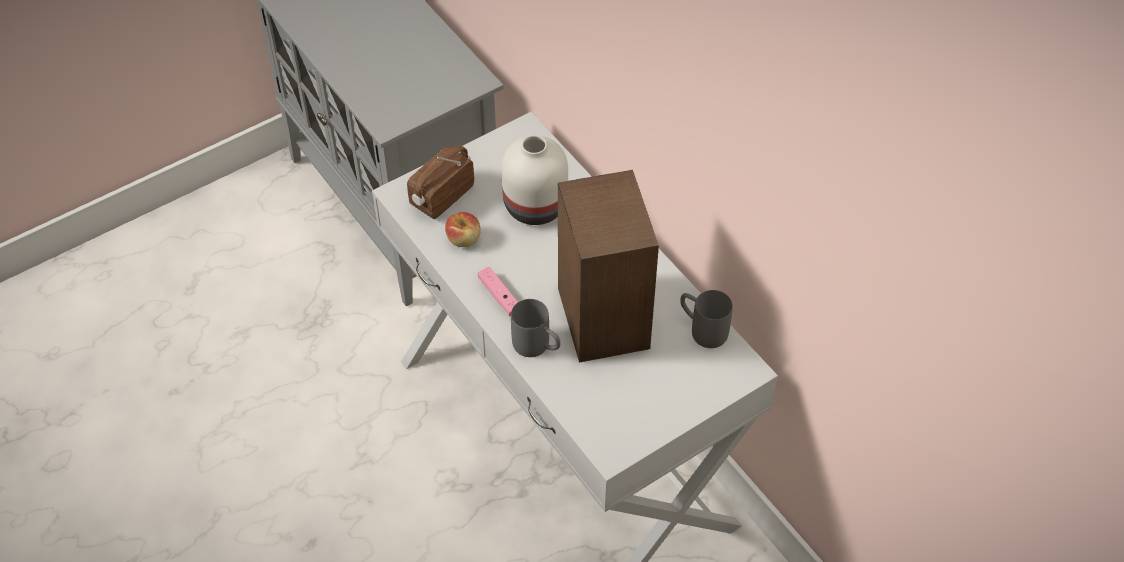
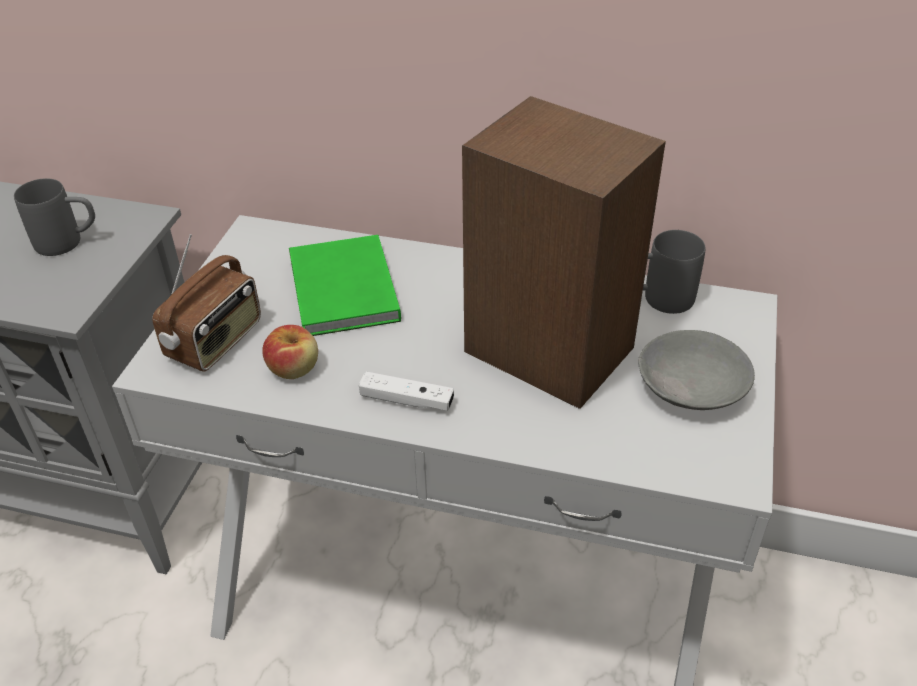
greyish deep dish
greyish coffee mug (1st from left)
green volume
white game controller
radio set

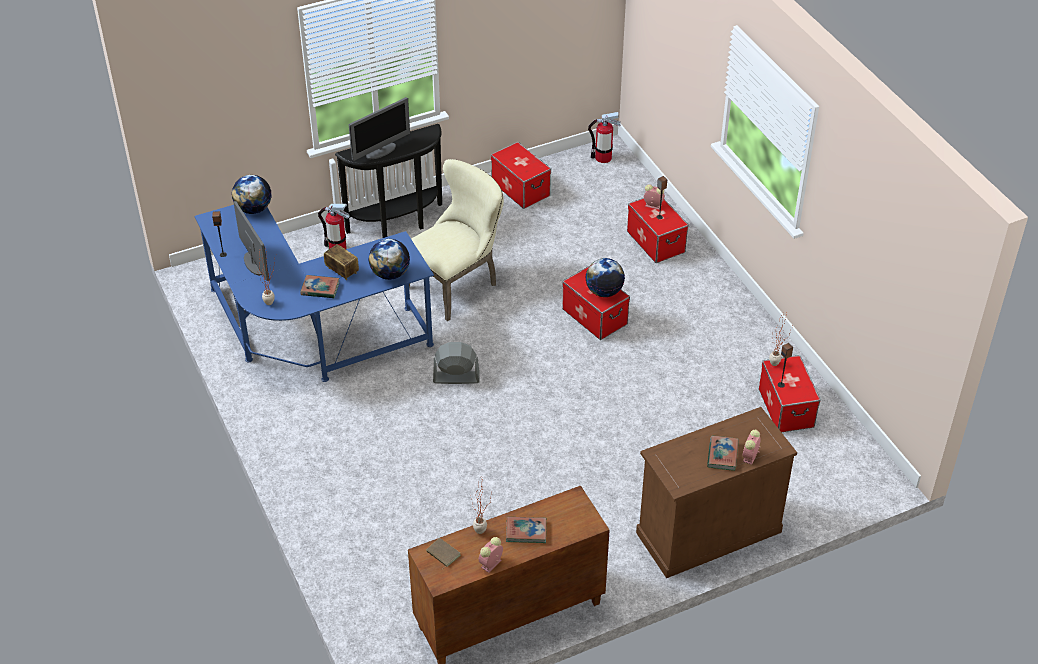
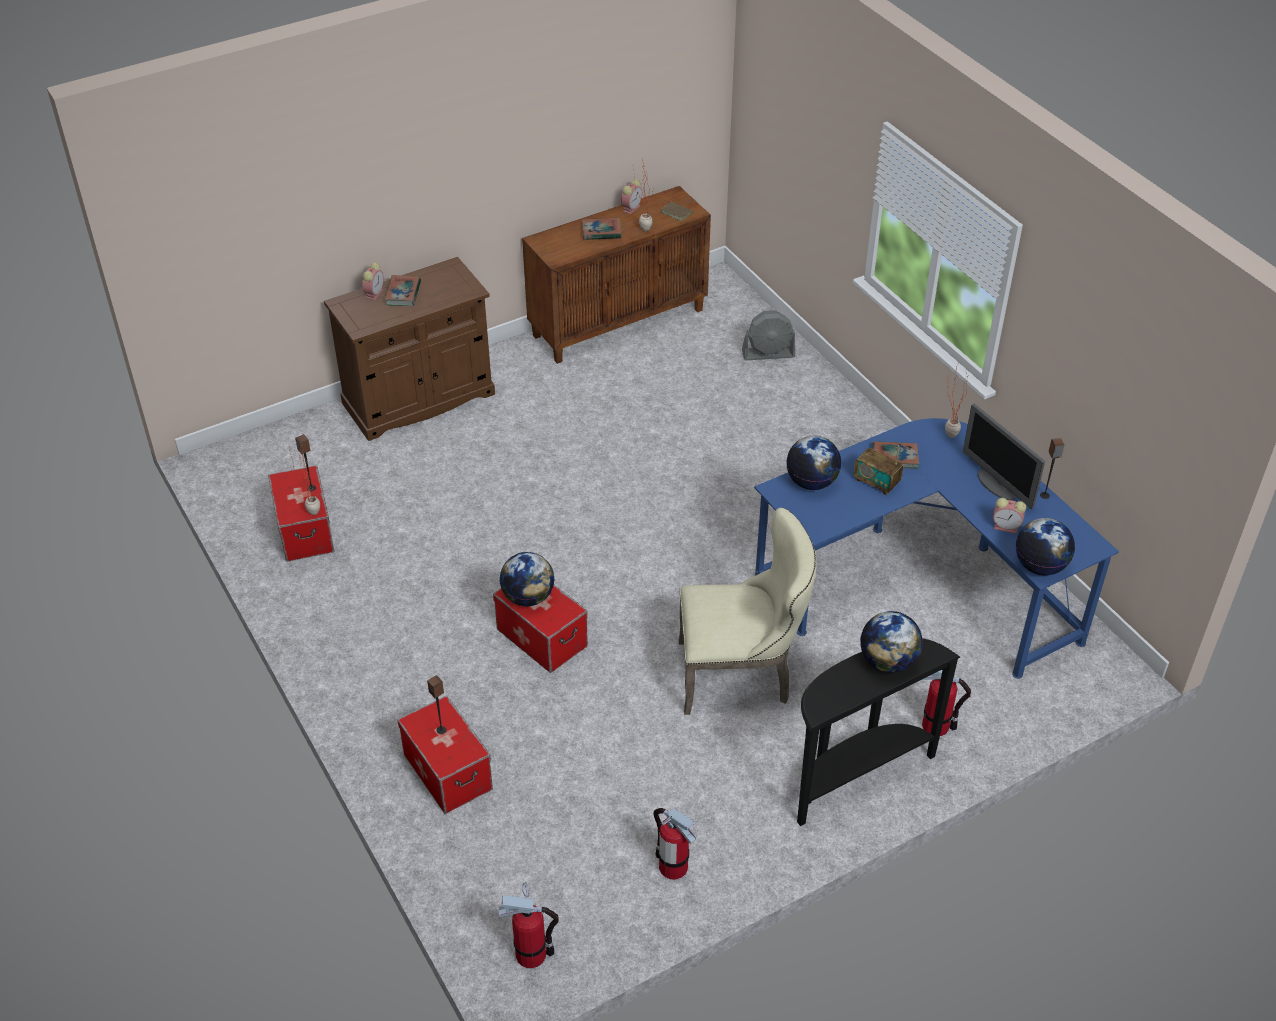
greyish cooling fan
table clock (3rd from left)
world globe (3rd from left)
extinguisher (2nd from left)
beige-coloured chair

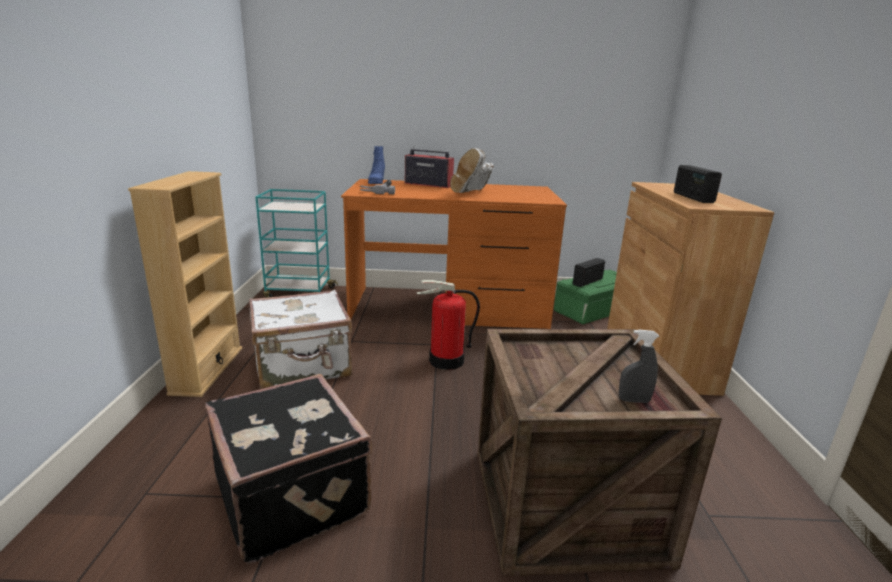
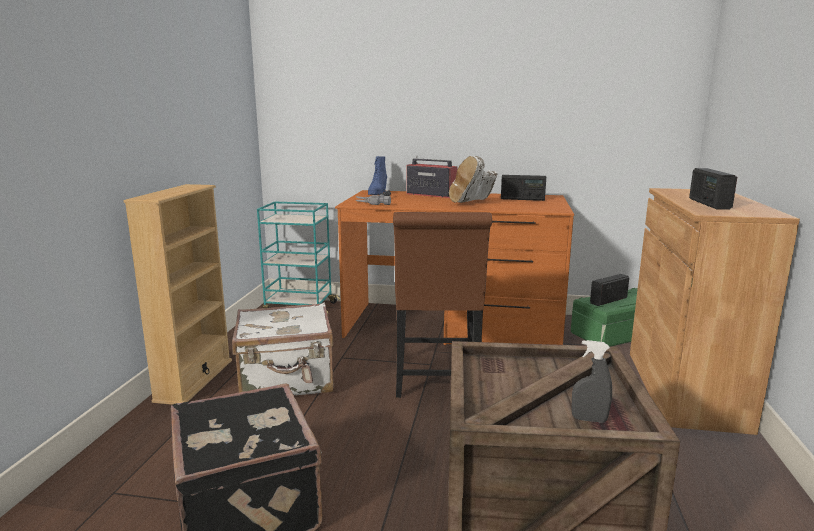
radio set (2nd from left)
brown chair

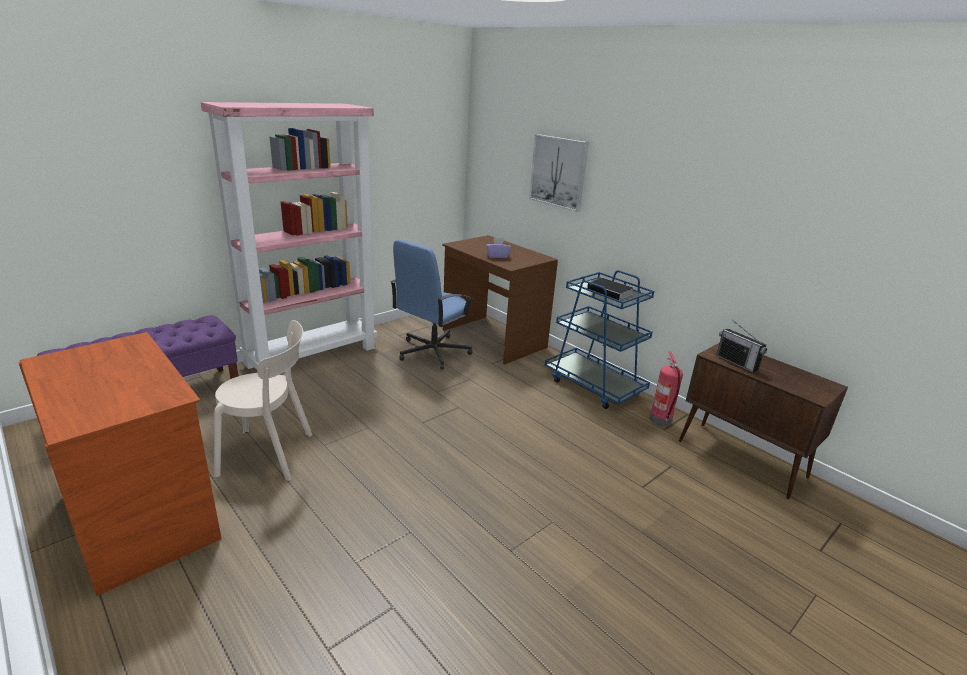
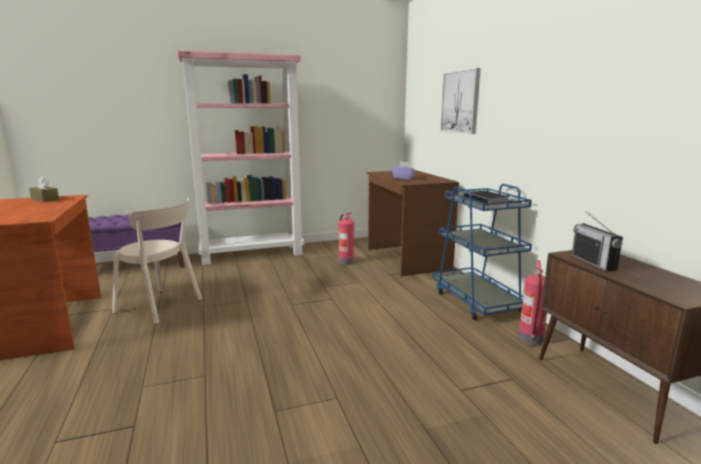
brown tissue holder
extinguisher (1st from left)

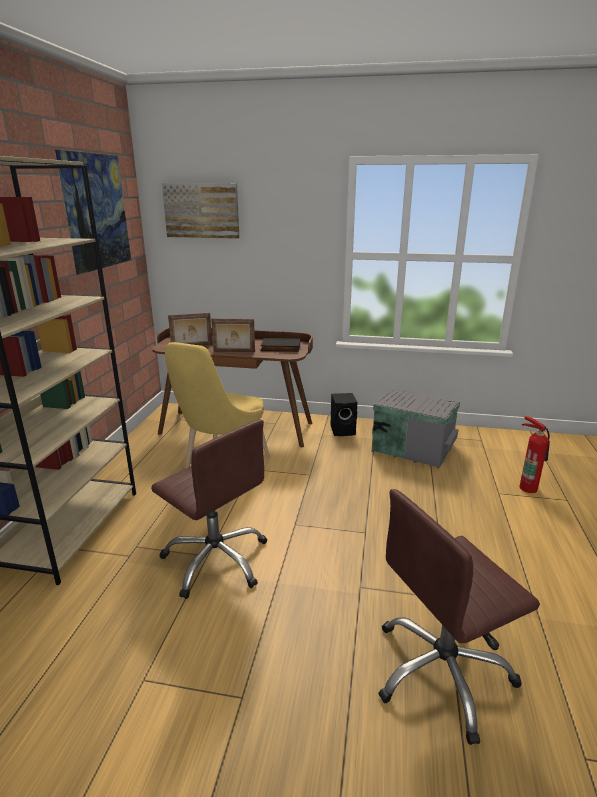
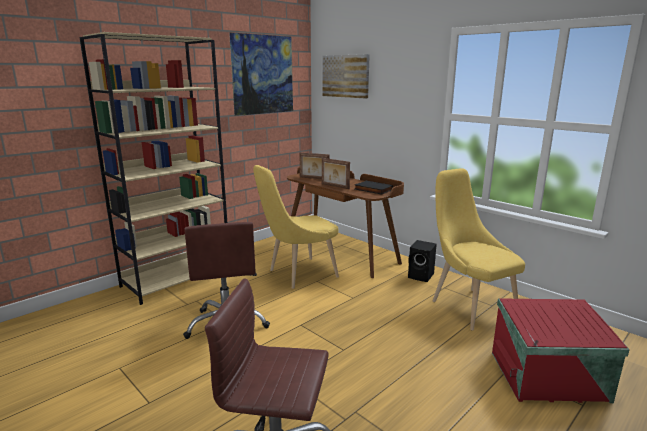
yellow-coloured chair (2nd from left)
reddish storage box

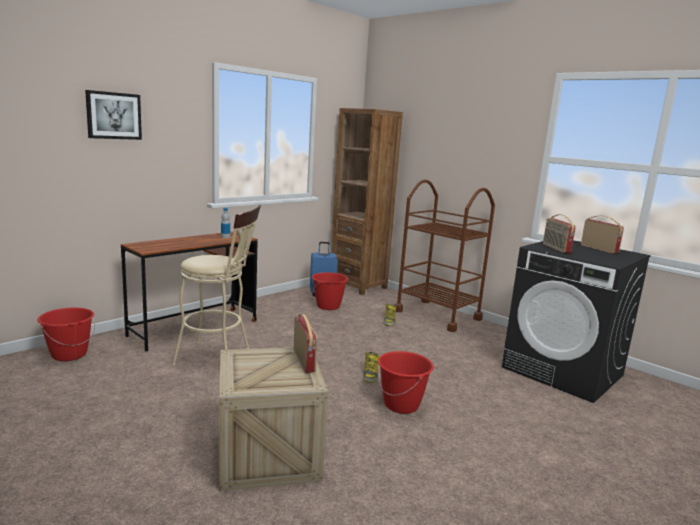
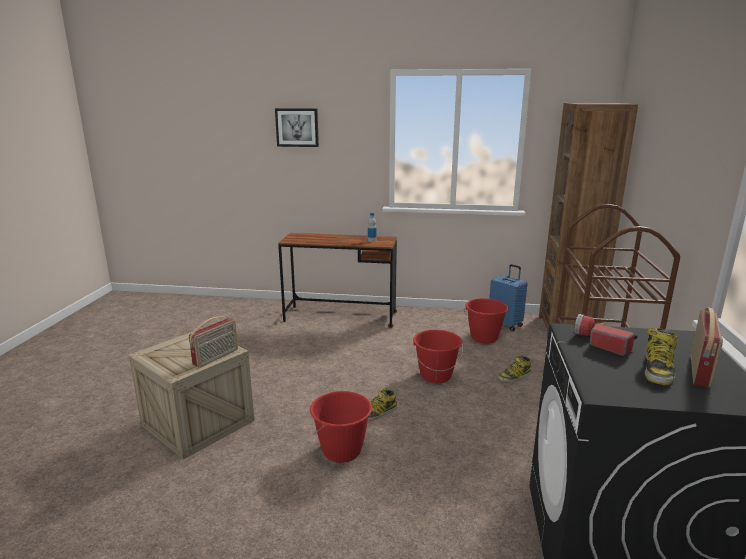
beige-coloured stool
high-top boot (3rd from left)
reddish water bucket (2nd from left)
hand torch

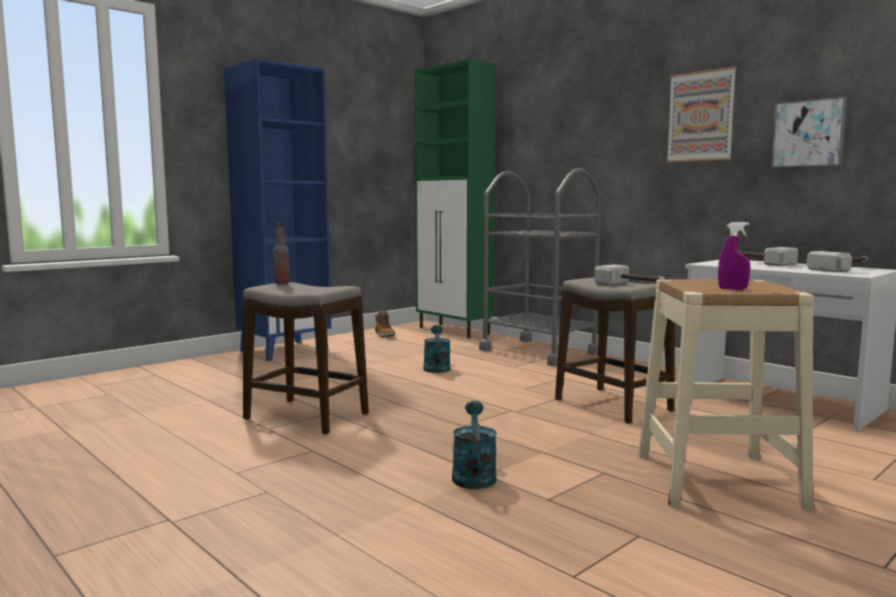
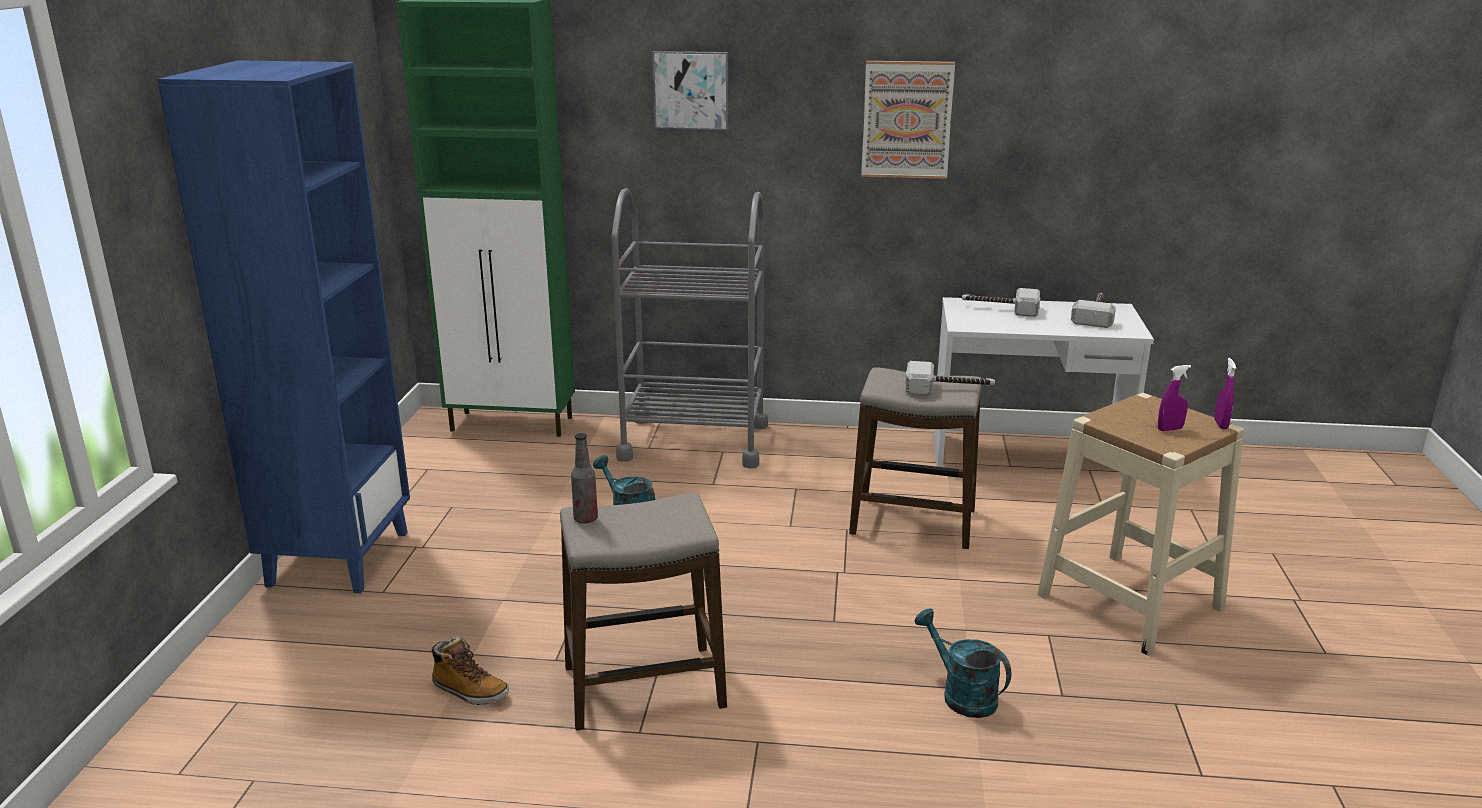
purple-coloured hand sprayer (2nd from left)
high-top boot
wall art (1st from left)

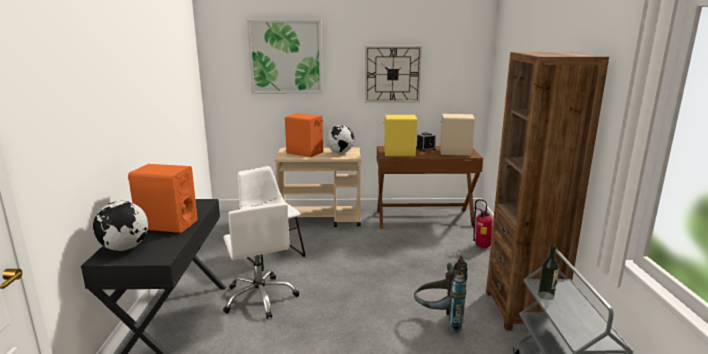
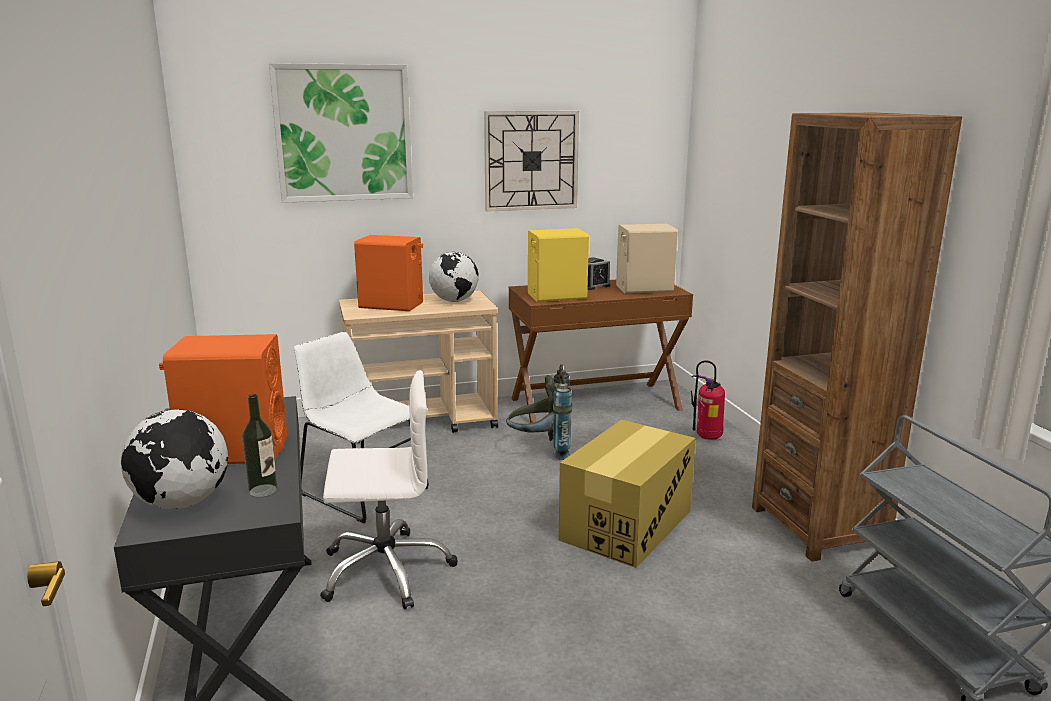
carton
greyish rucksack
bottle
white computer chair

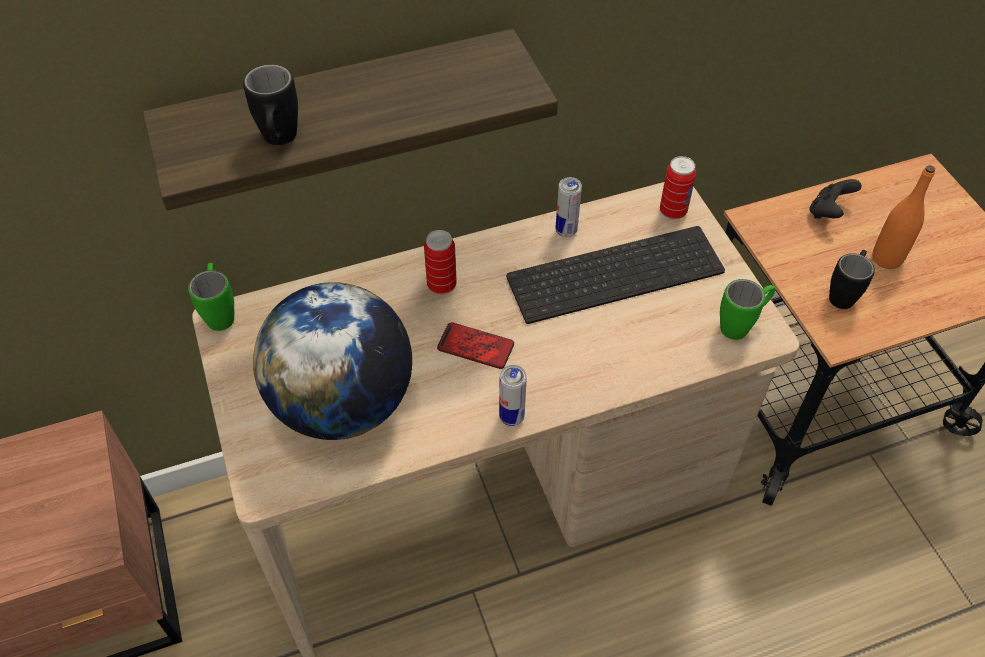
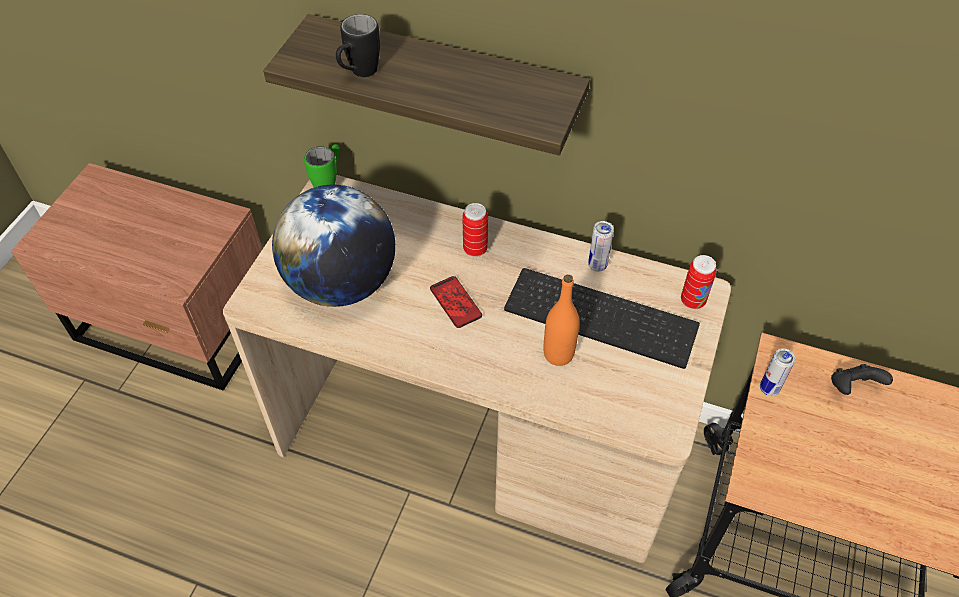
green coffee mug (2nd from left in the first image)
black coffee mug (2nd from left in the first image)
sealed can (4th from left)
orange bottle

